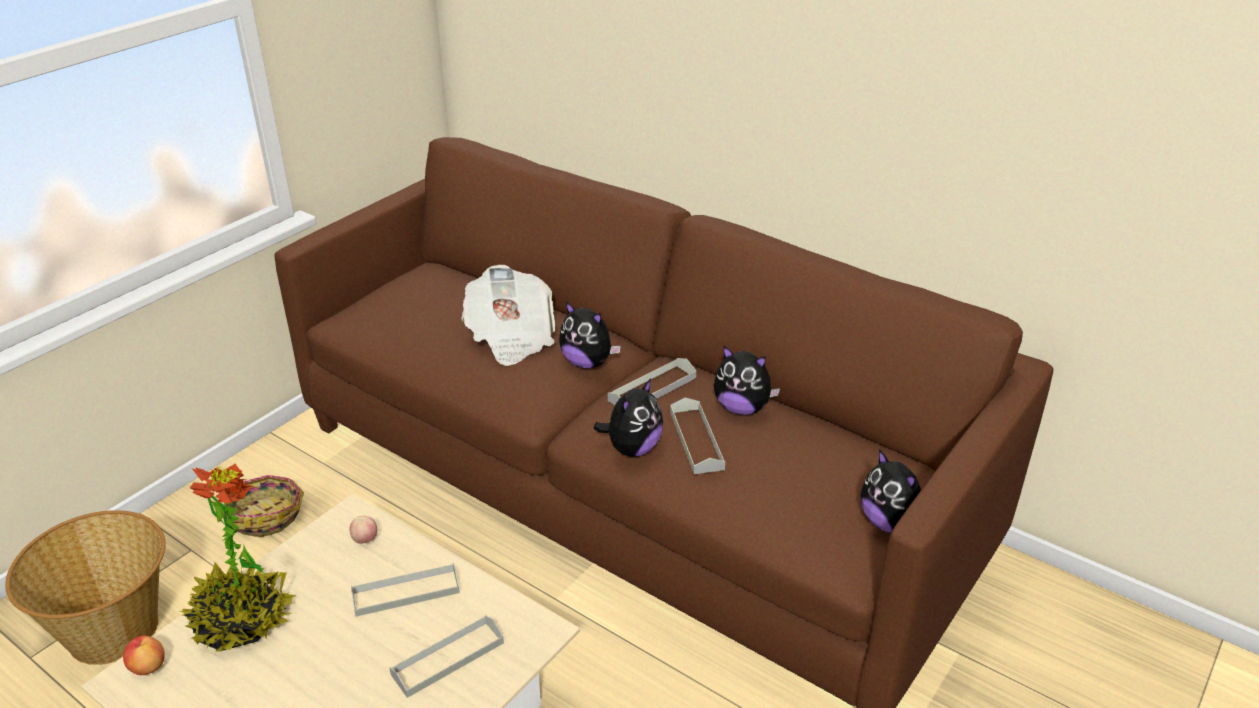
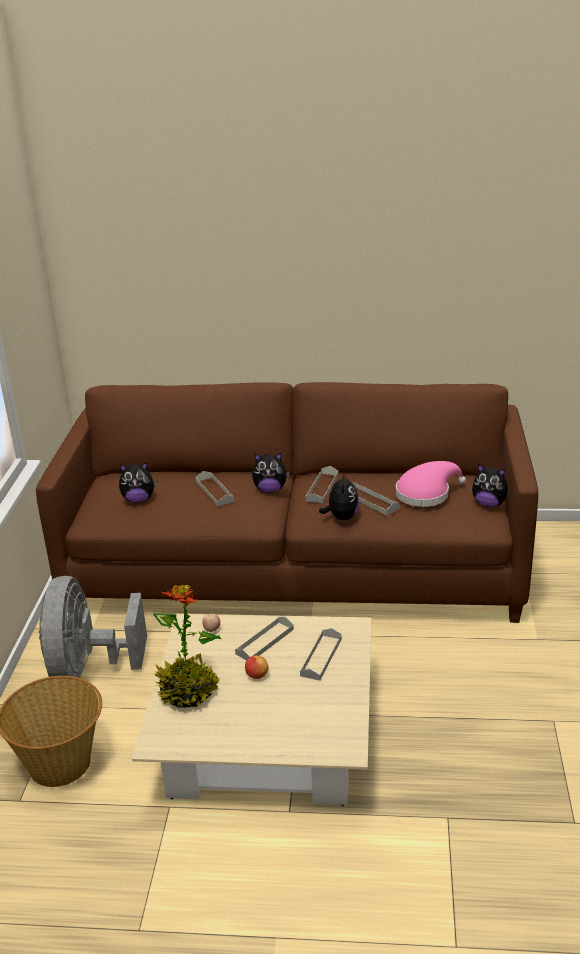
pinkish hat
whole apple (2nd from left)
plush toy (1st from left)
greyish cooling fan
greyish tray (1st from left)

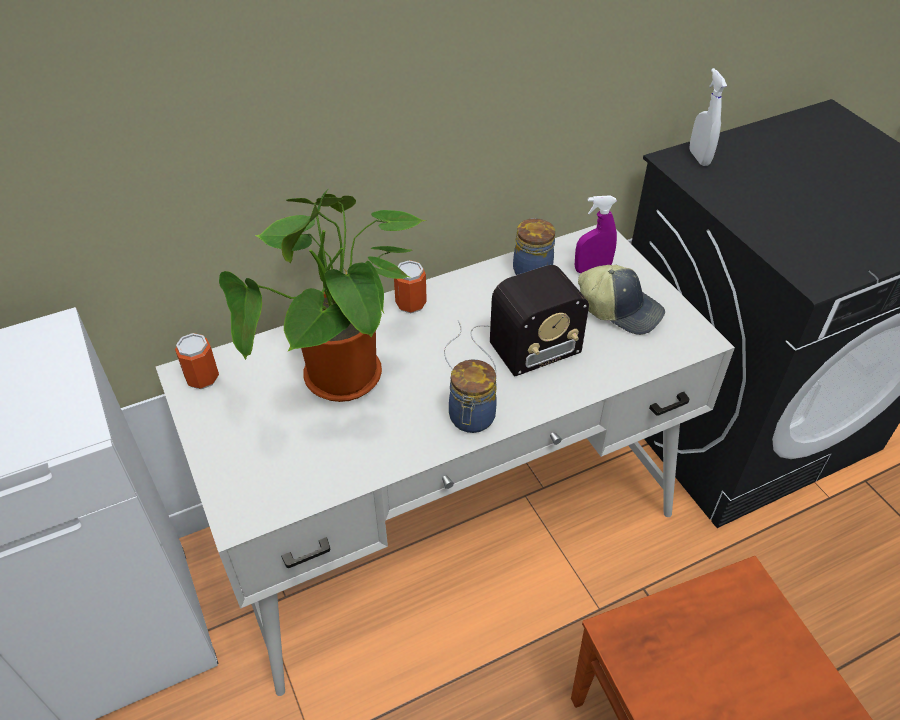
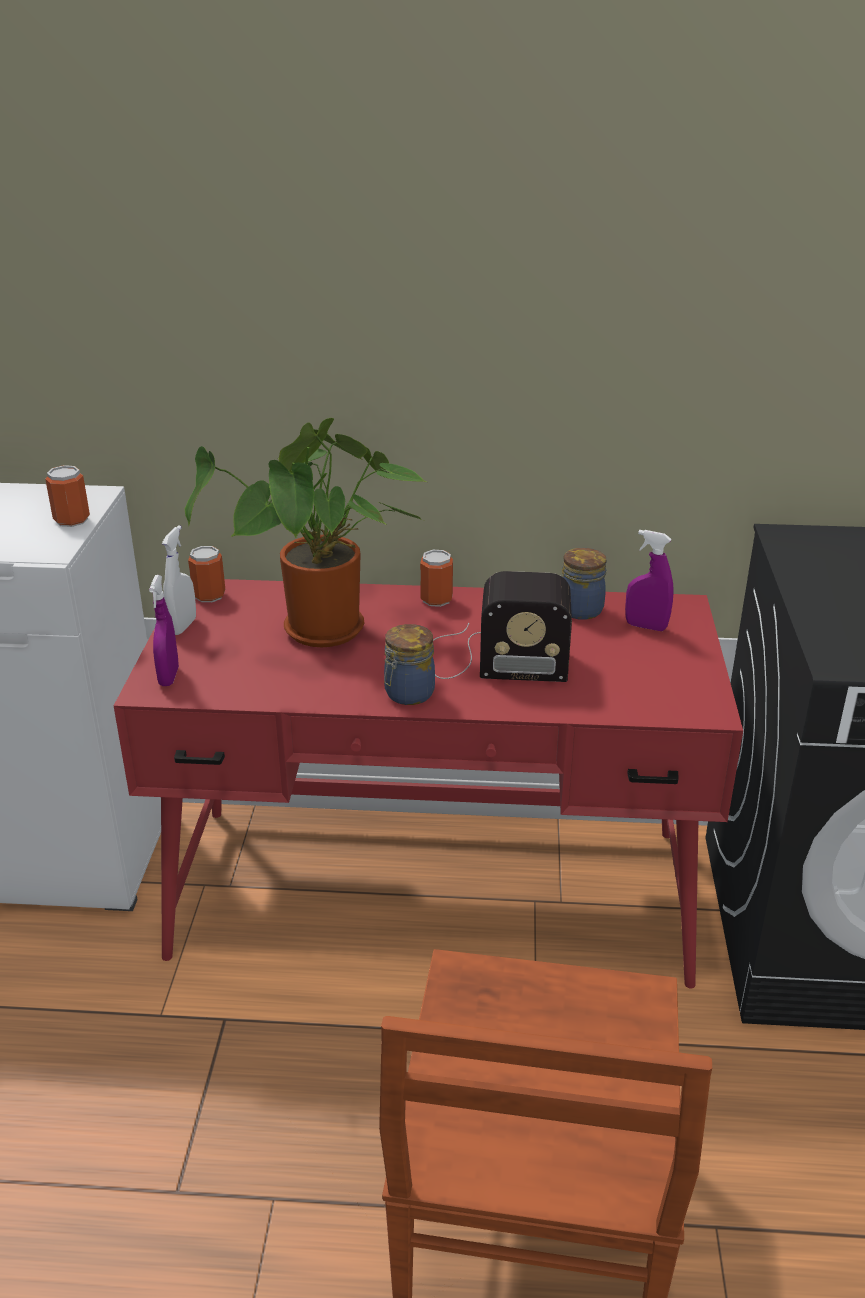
cap
sealed can (1st from left)
purple-coloured hand sprayer (1st from left)
white hand sprayer
reddish desk

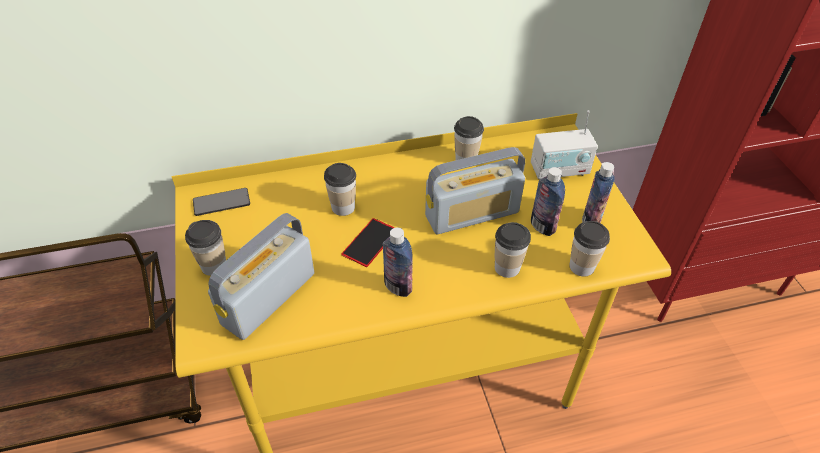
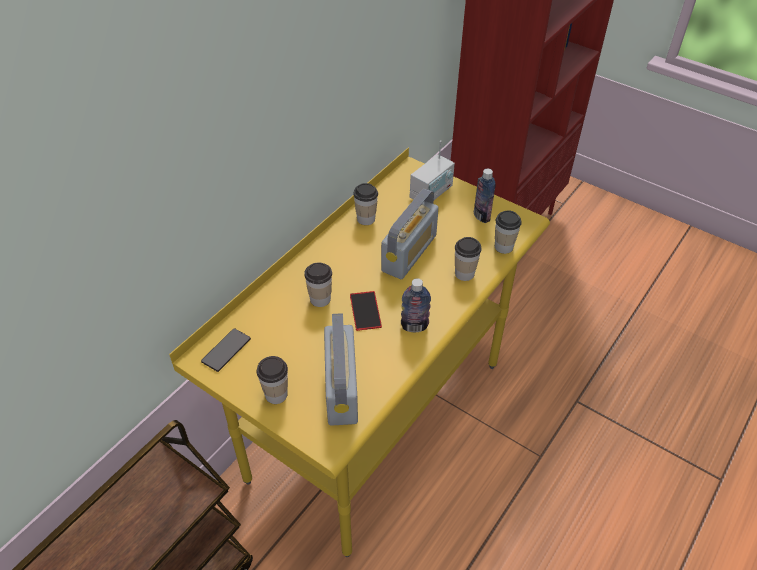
bottle (2nd from left in the first image)

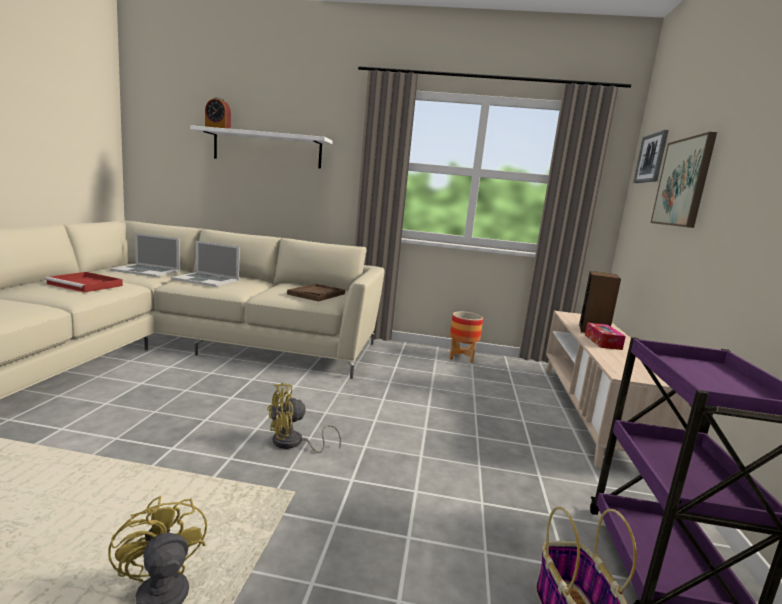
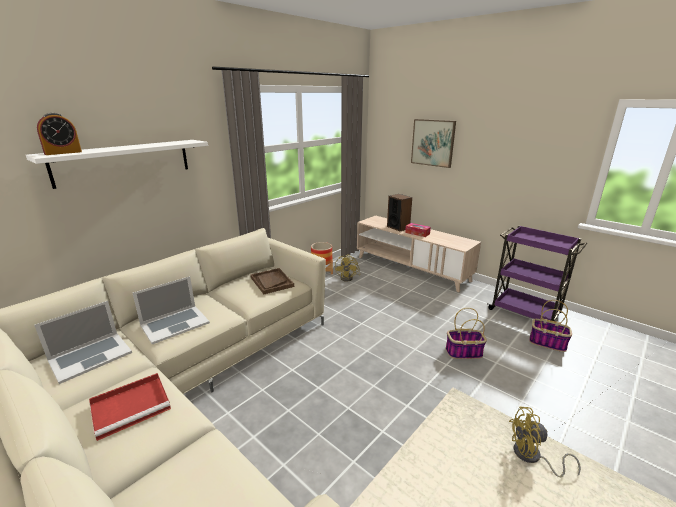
wall art (1st from left in the first image)
household basket (1st from left)
yellow-coloured cooling fan (1st from left)

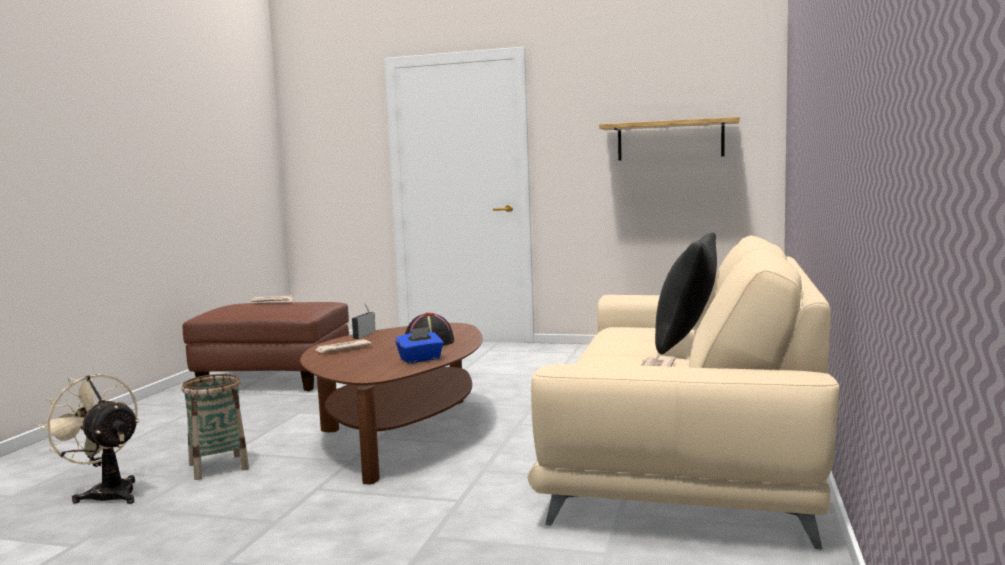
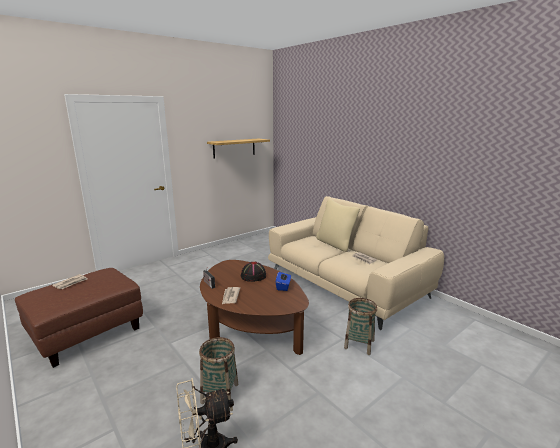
household basket (2nd from left)
beige-coloured pillow

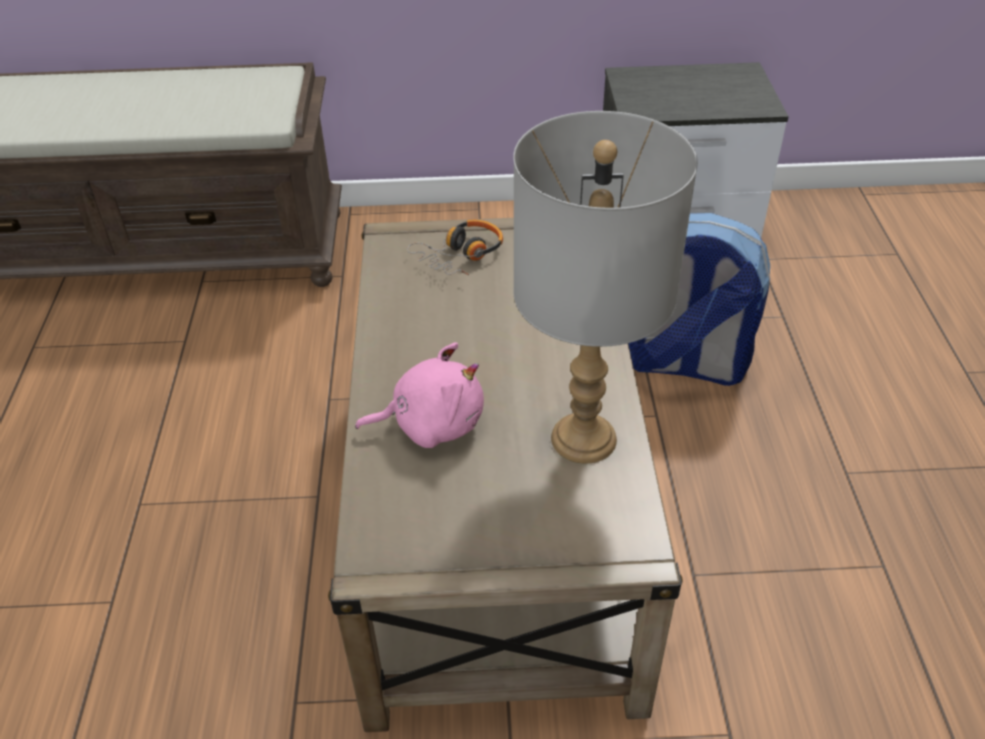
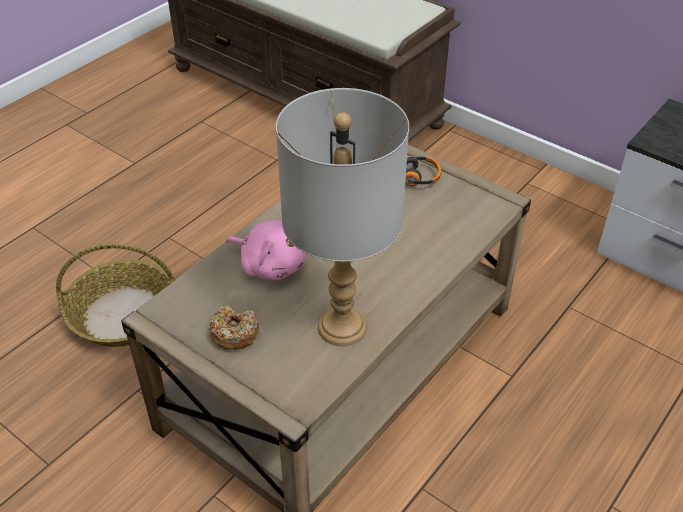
rucksack
household basket
doughnut

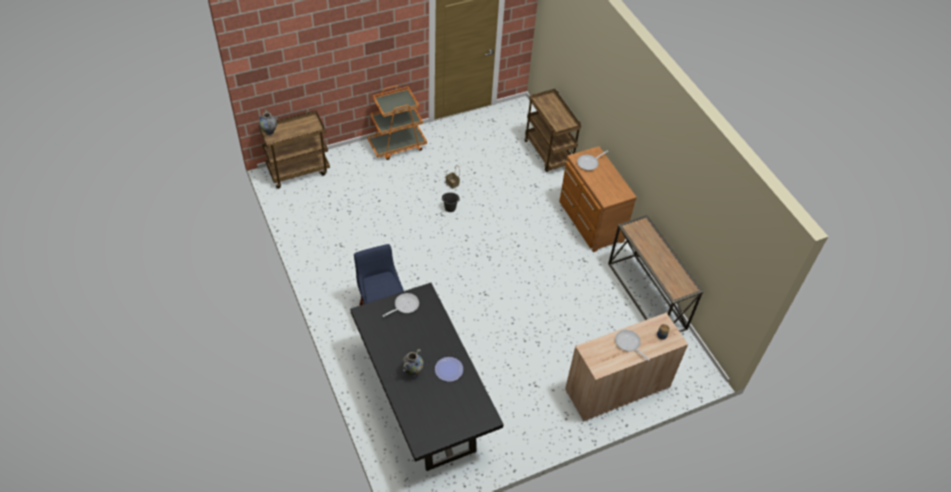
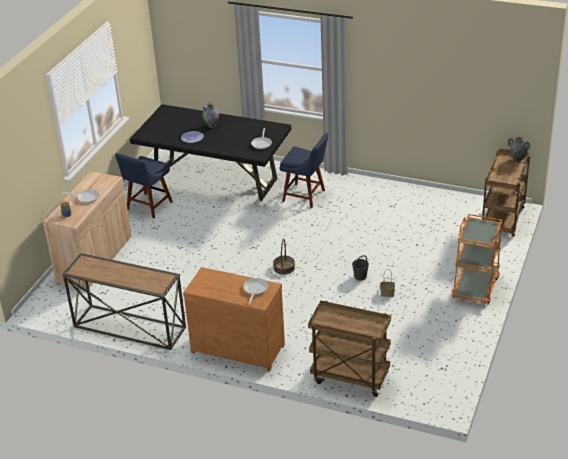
bluish chair (1st from left)
household basket (1st from left)

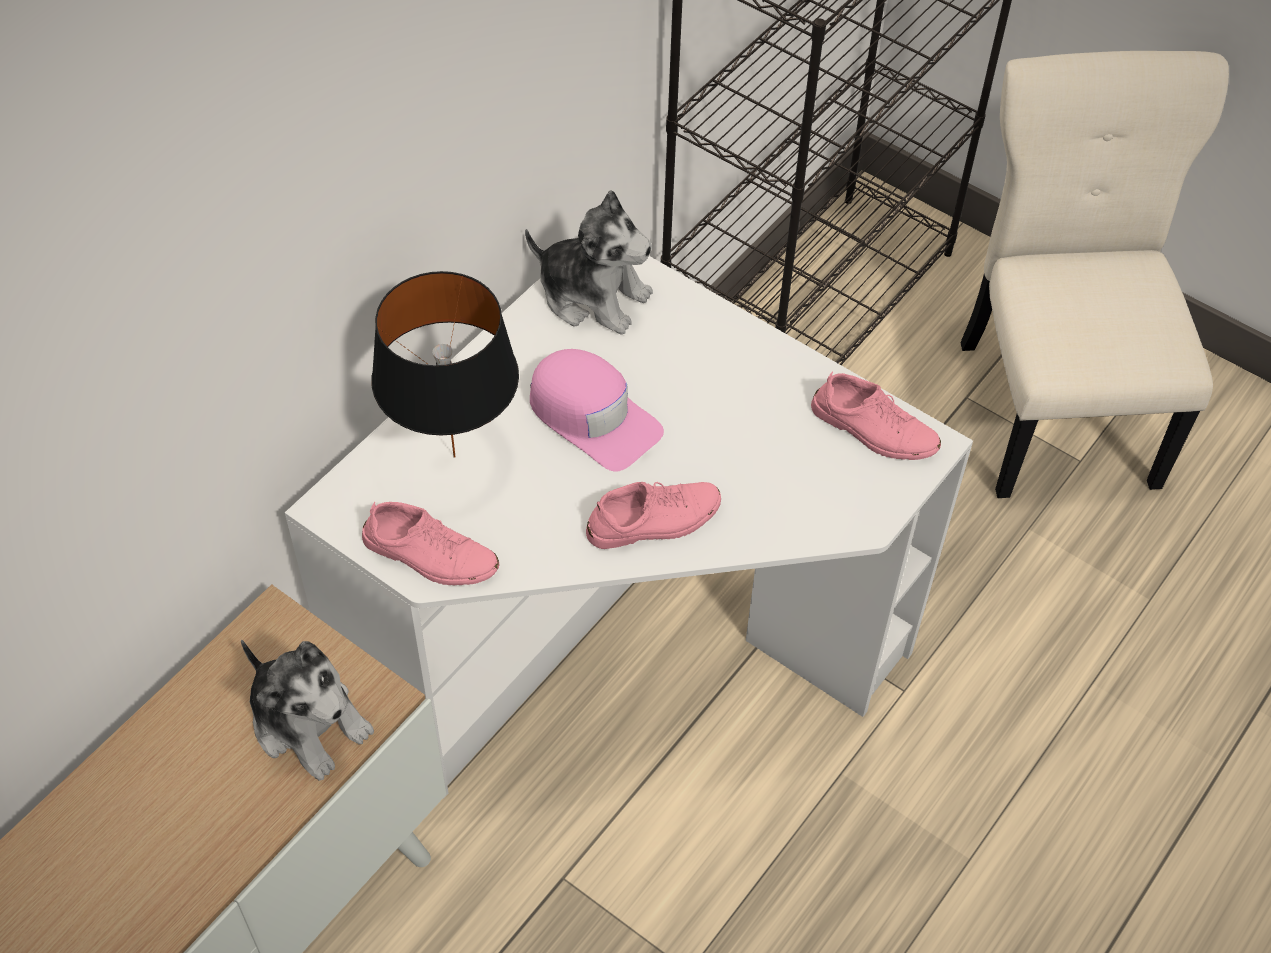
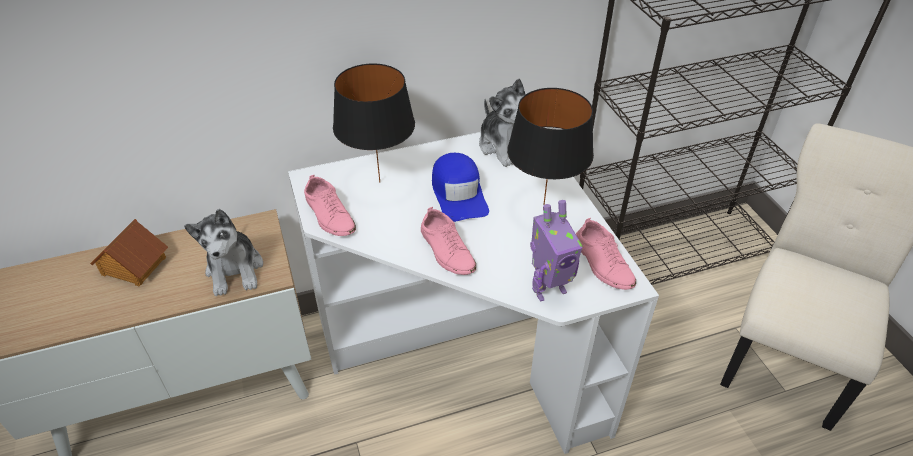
toy house
black tabletop lamp (2nd from left)
robot figure
bluish cap
pinkish low shoe (2nd from left)

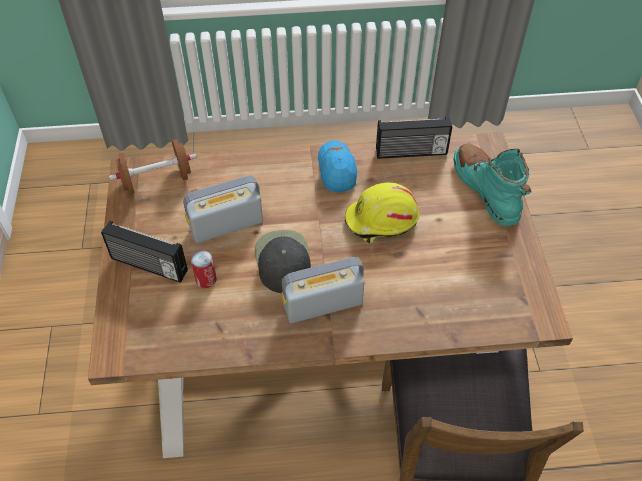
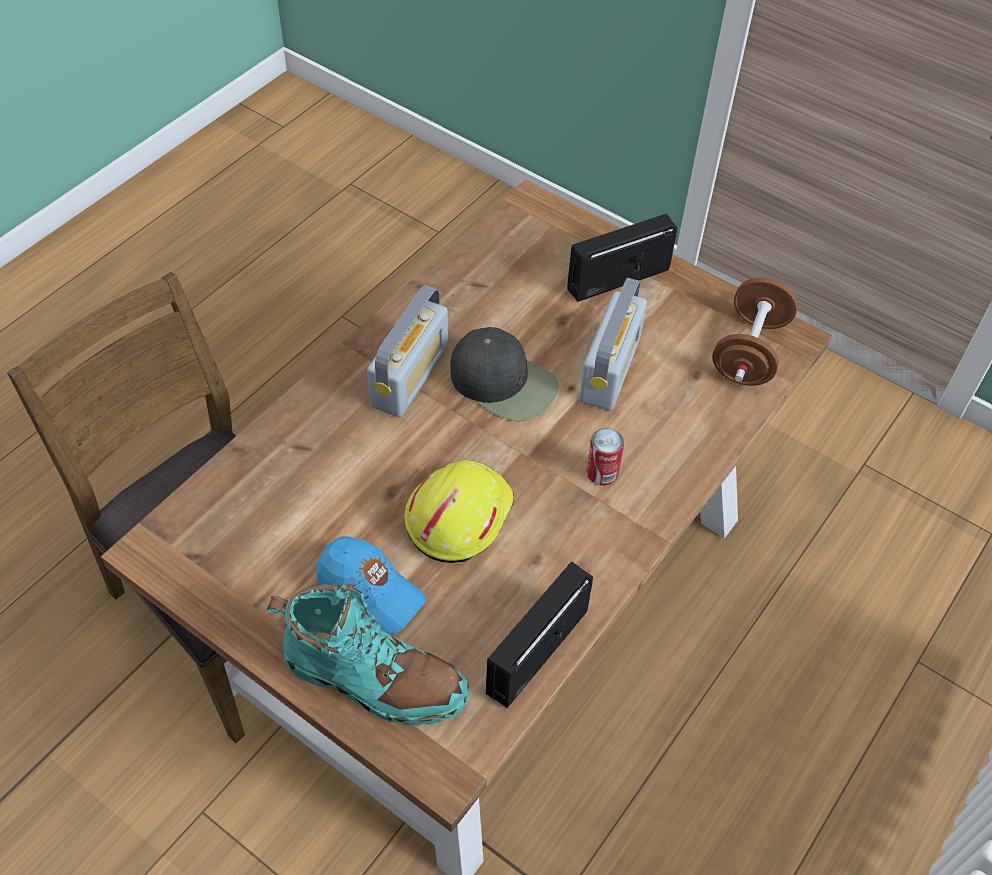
sealed can
bluish cap

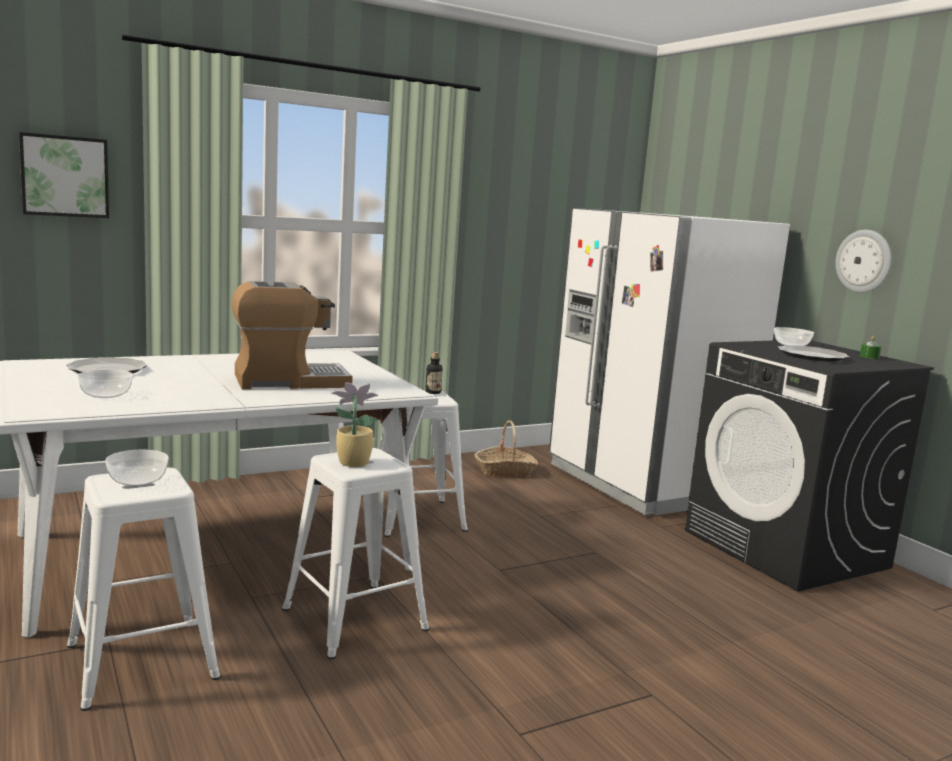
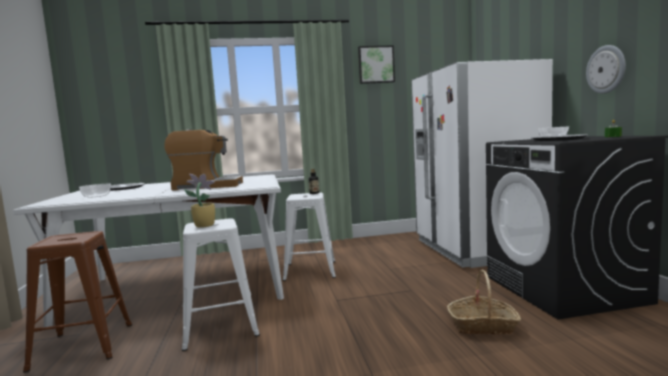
deep dish (2nd from left in the first image)
wall art
household basket
brown stool

